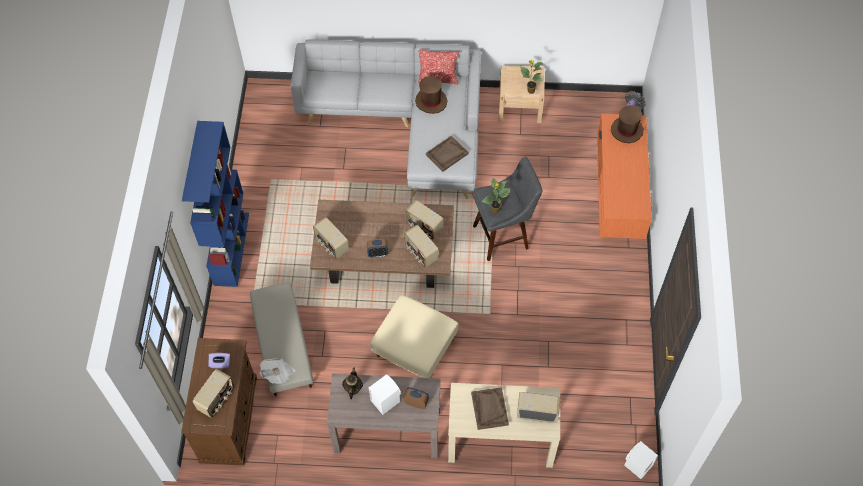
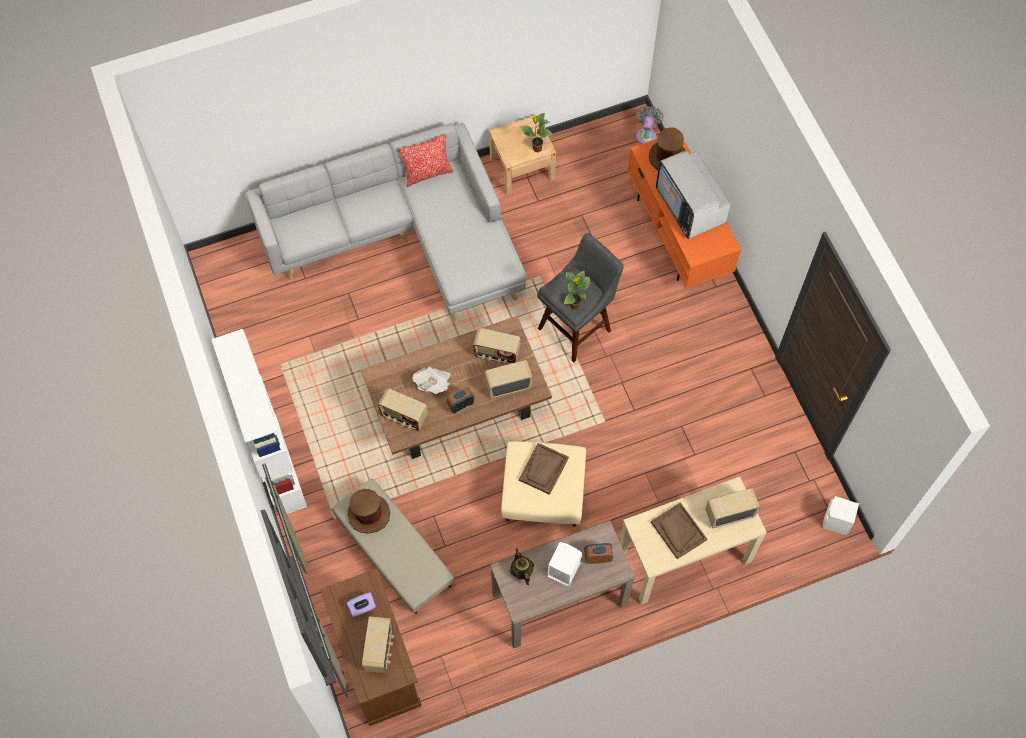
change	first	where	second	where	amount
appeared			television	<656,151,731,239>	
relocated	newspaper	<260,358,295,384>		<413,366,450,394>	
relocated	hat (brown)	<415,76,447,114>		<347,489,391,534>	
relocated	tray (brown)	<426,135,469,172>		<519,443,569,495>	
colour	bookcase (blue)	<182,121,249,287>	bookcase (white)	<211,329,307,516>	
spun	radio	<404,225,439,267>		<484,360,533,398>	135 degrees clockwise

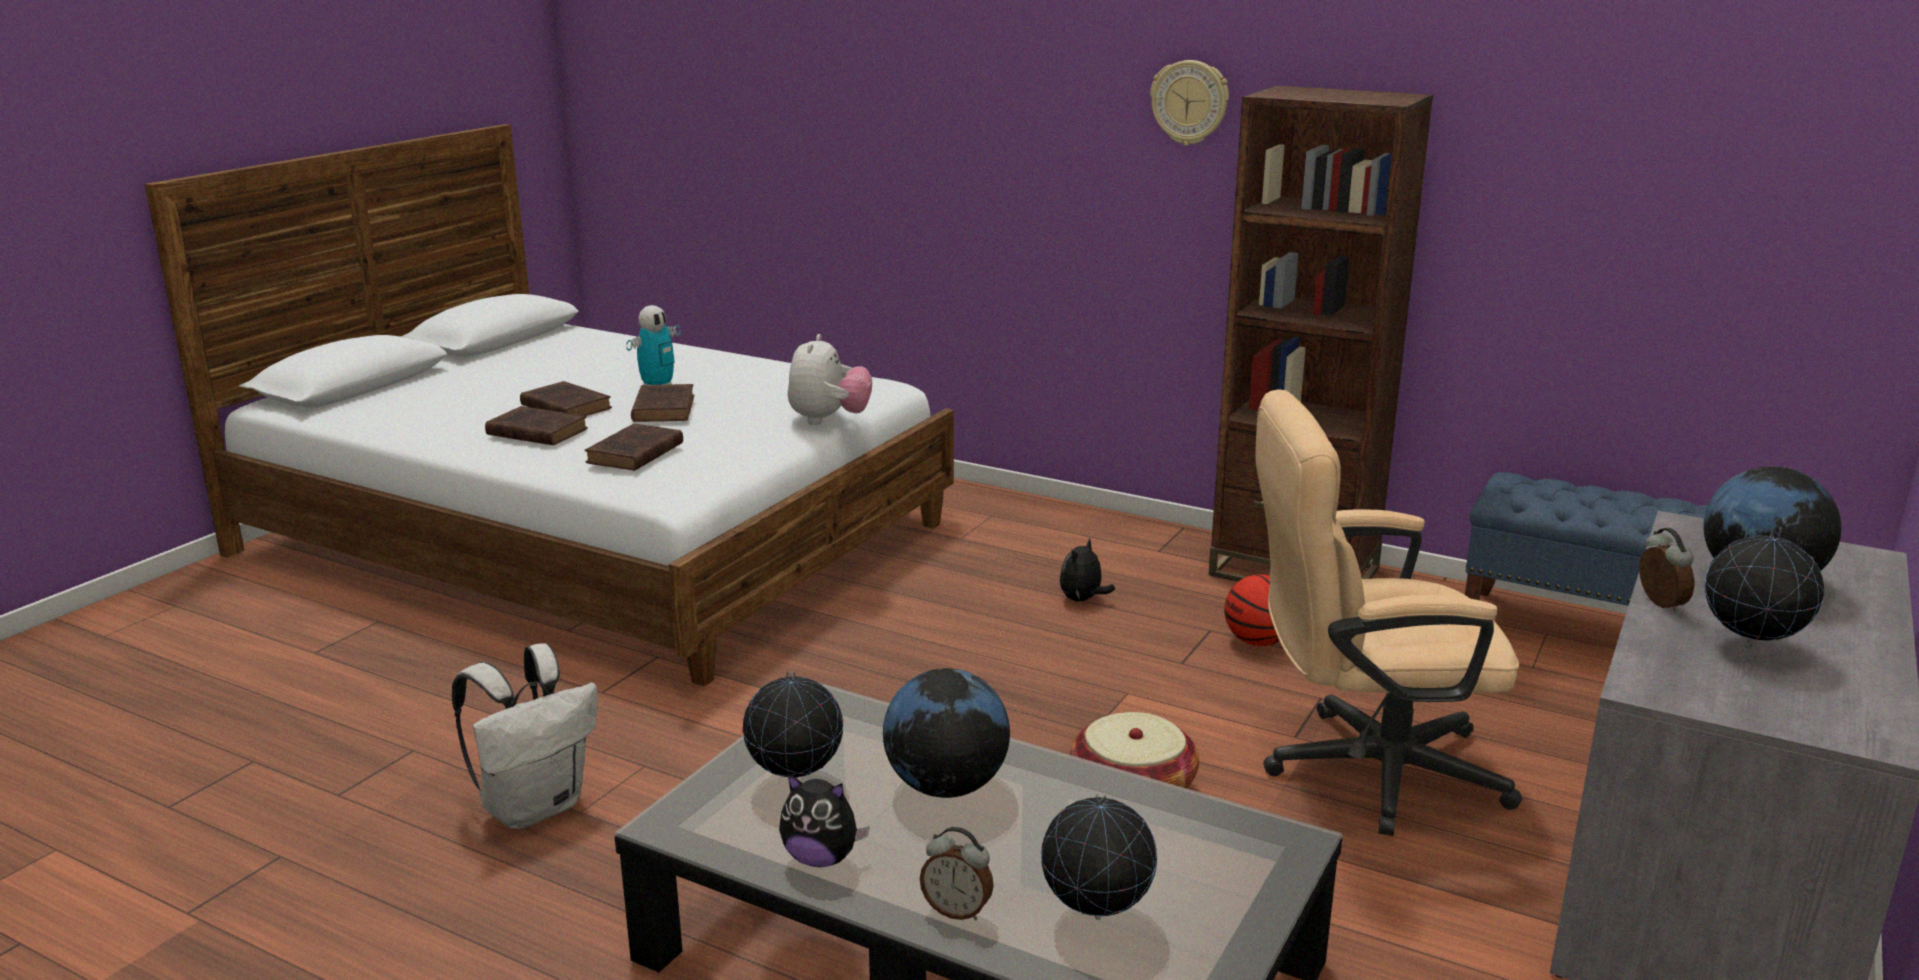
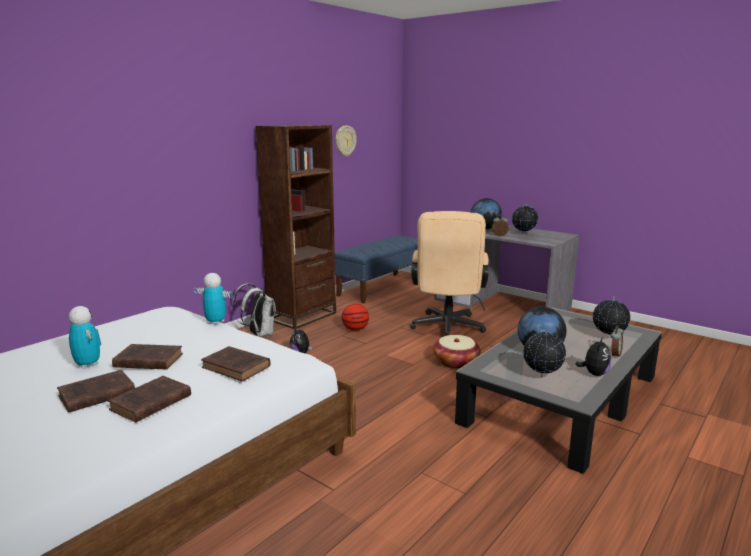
change	first	where	second	where	amount
relocated	backpack (white)	<452,643,598,829>		<232,284,276,337>	
relocated	wall clock	<1150,60,1229,145>		<336,125,357,156>	
exchanged	plush toy	<788,334,872,425>	toy robot	<194,273,233,325>	

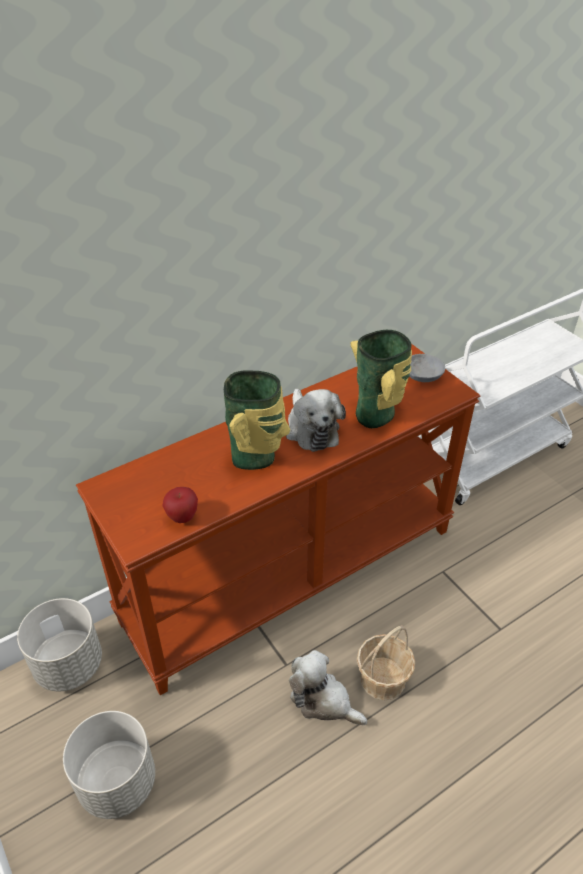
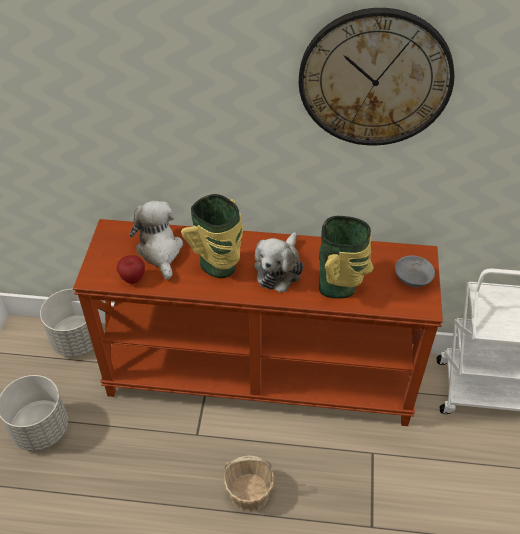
change	first	where	second	where	amount
appeared			wall clock	<299,8,454,146>	
relocated	plush toy	<289,650,367,726>		<129,201,183,280>	

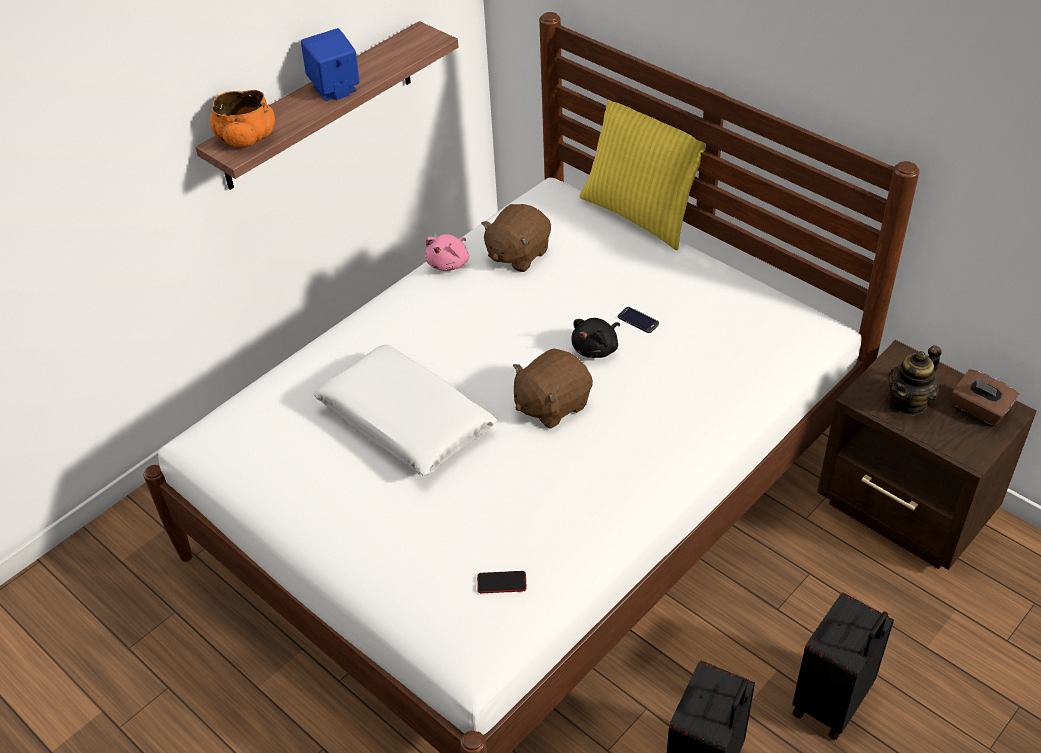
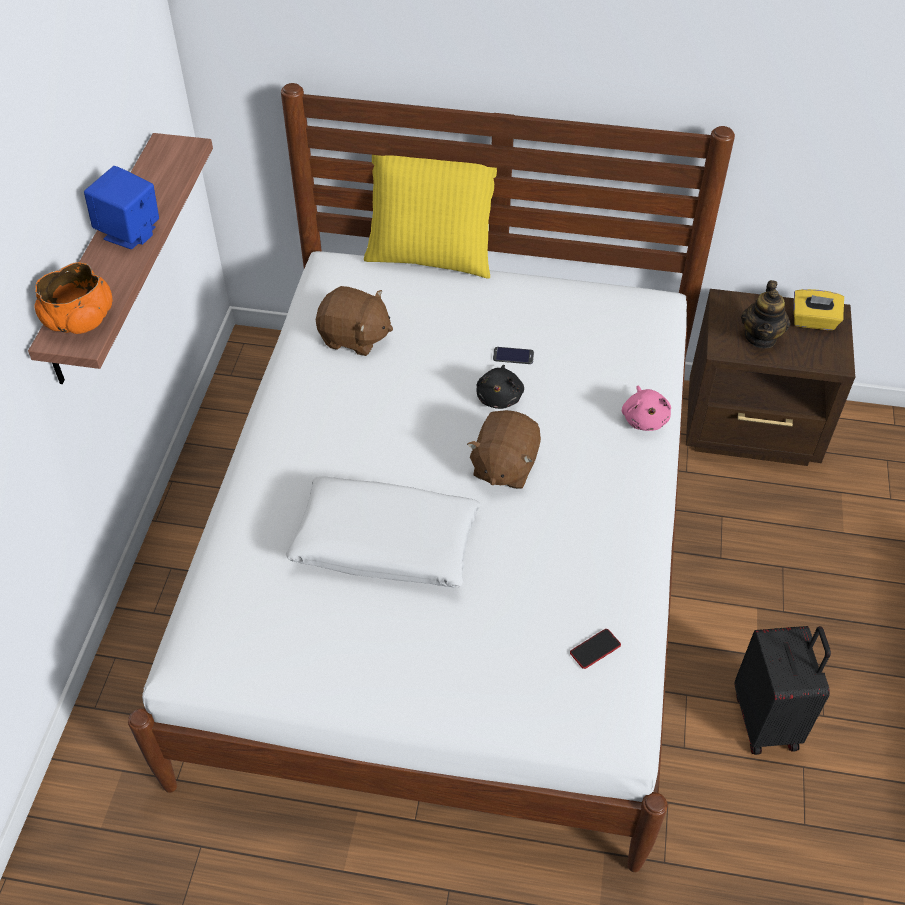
change	first	where	second	where	amount
missing	suitcase (black)	<792,592,894,740>			
relocated	plush toy (pink)	<425,234,469,271>		<622,386,671,431>	
colour	tissue box (brown)	<953,369,1019,426>	tissue box (yellow)	<794,289,844,330>	
spun	plush toy (brown)	<481,204,551,272>		<316,286,393,356>	75 degrees counterclockwise

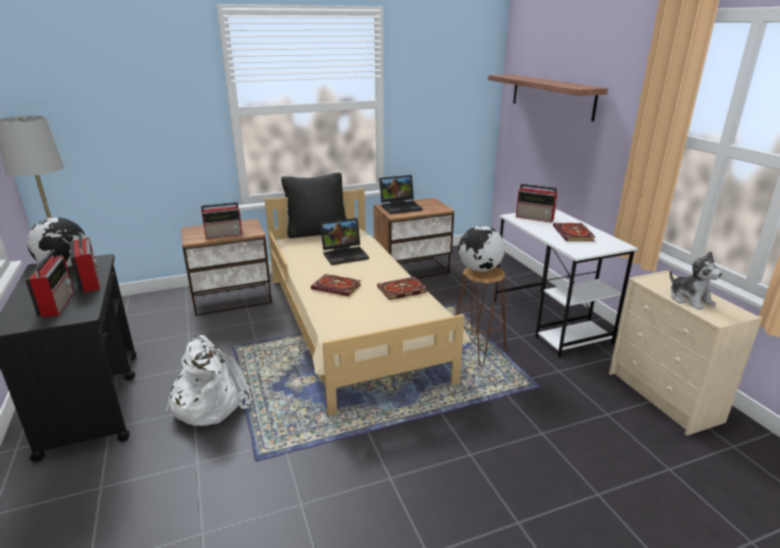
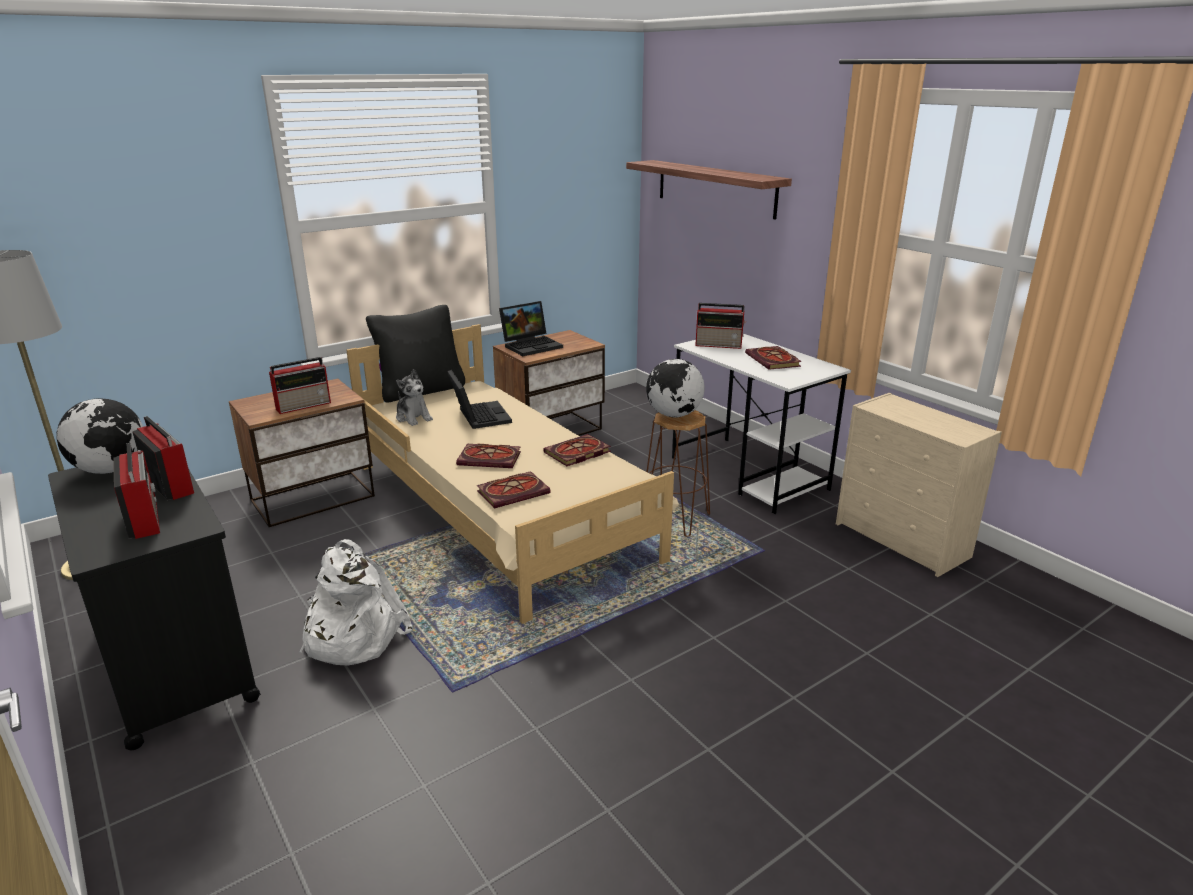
change	first	where	second	where	amount
appeared			book	<477,471,551,509>	
relocated	plush toy	<670,251,722,310>		<396,369,433,426>	
spun	laptop	<320,218,369,265>		<447,370,512,429>	75 degrees counterclockwise

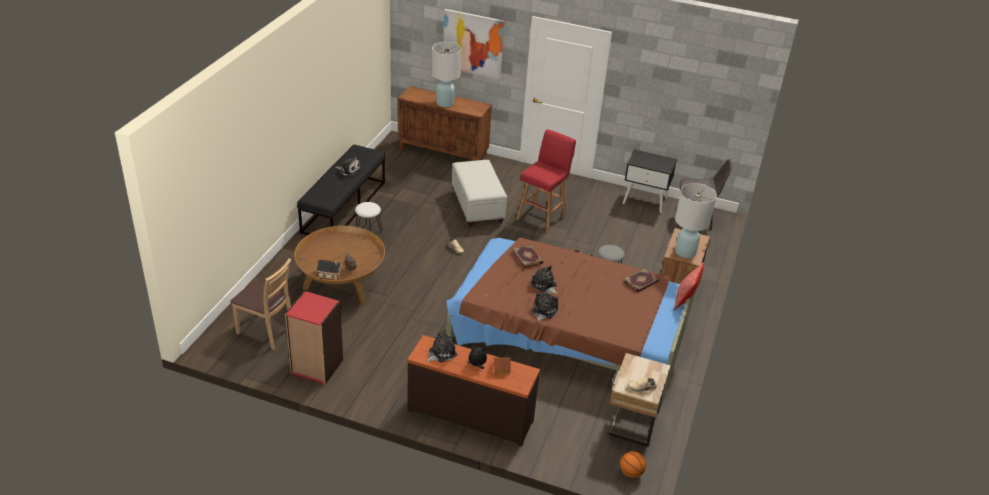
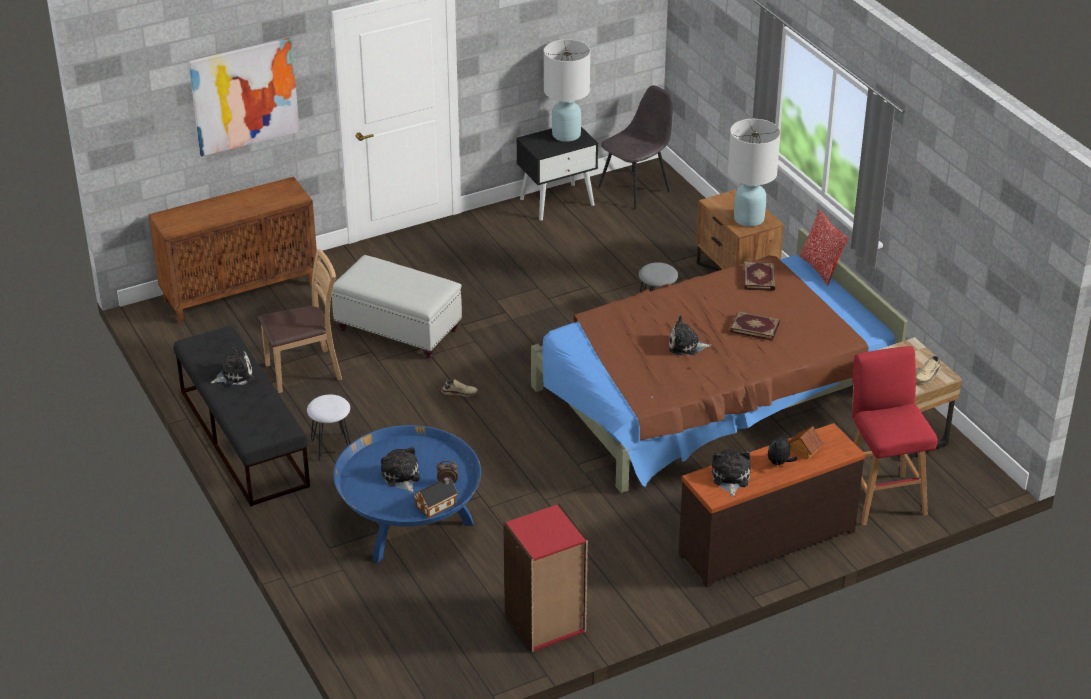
change	first	where	second	where	amount
missing	basketball	<620,451,646,478>			
relocated	chair (brown)	<230,259,291,350>		<258,249,342,393>	
relocated	table lamp (white)	<431,42,462,107>		<544,39,590,142>	
relocated	book	<512,245,543,268>		<730,311,780,341>	
relocated	stool (red)	<516,129,576,233>		<852,346,937,526>	
relocated	plush toy	<532,293,558,322>		<381,447,420,493>	
colour	coffee table (brown)	<294,226,385,305>	coffee table (blue)	<333,425,481,563>	

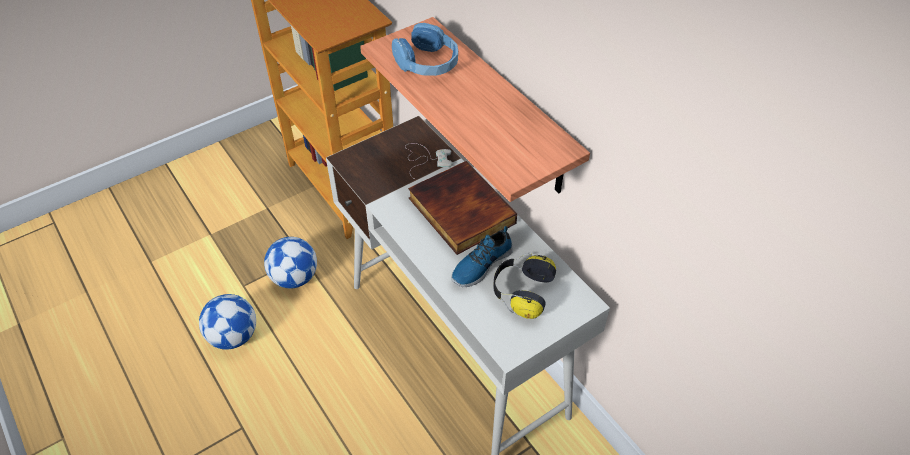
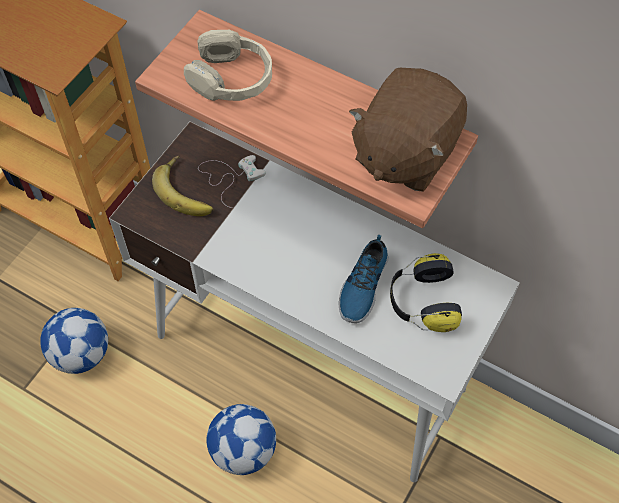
change	first	where	second	where	amount
missing	book	<408,161,517,255>			
appeared			banana	<152,155,214,216>	
appeared			plush toy (brown)	<349,68,467,192>	
relocated	football	<199,294,256,350>		<206,404,276,475>	
colour	headphones (blue)	<392,23,458,76>	headphones (beige)	<184,30,272,101>	

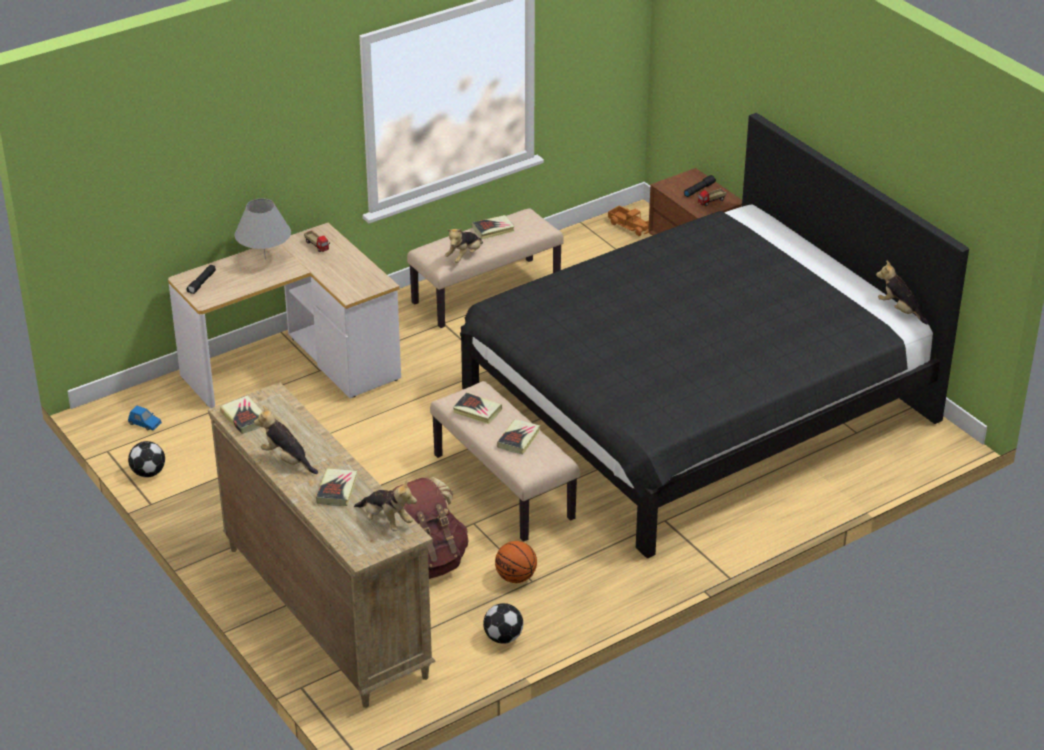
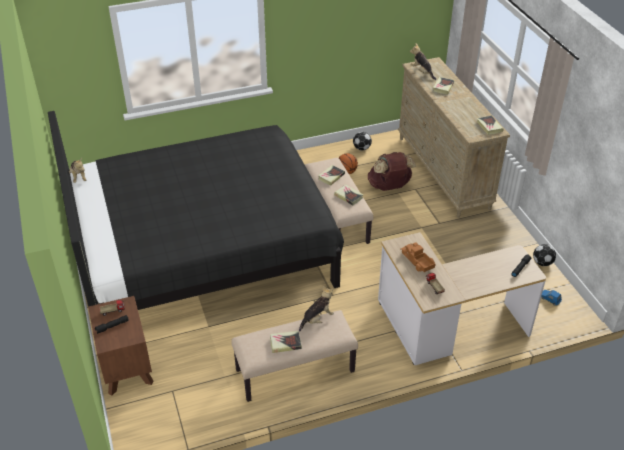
change	first	where	second	where	amount
missing	table lamp (grey)	<235,198,291,260>			
missing	plush toy	<254,405,318,474>			
relocated	toy truck	<608,206,649,236>		<400,242,435,272>	

